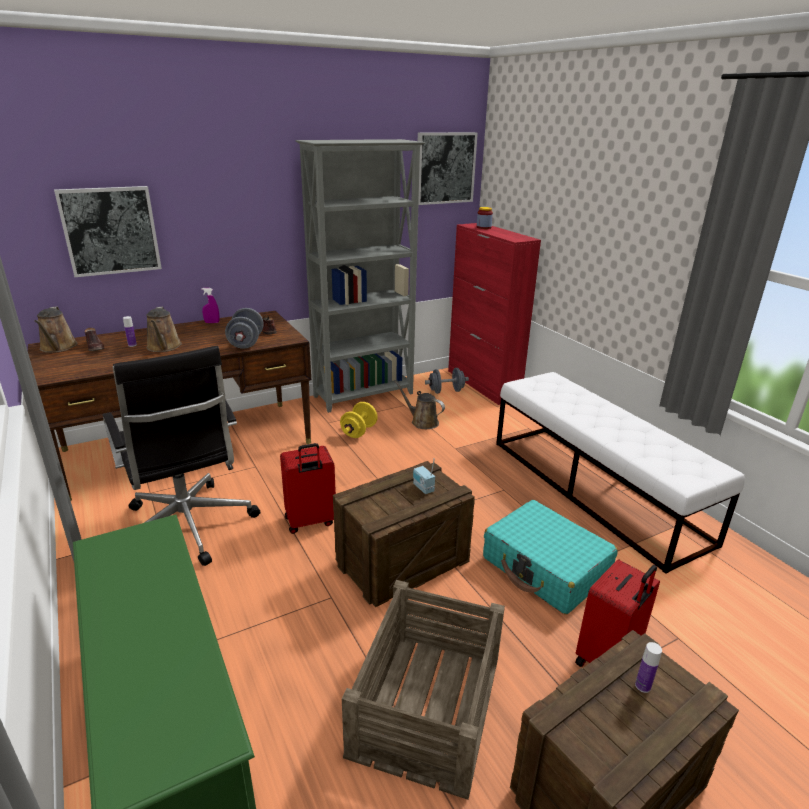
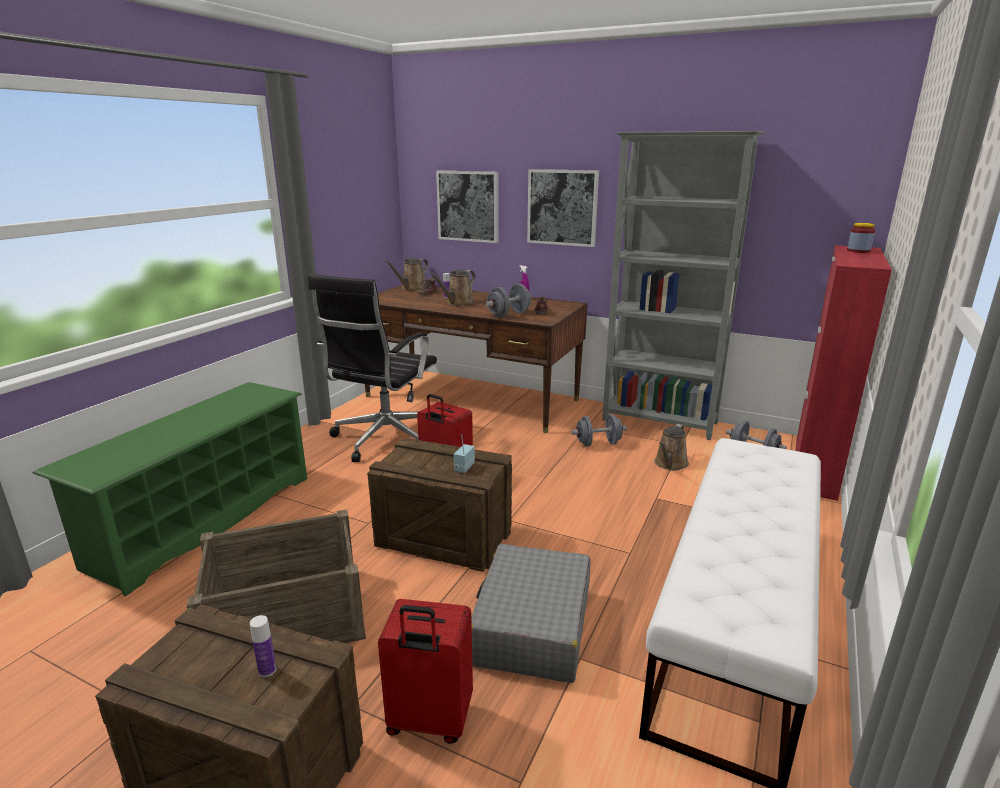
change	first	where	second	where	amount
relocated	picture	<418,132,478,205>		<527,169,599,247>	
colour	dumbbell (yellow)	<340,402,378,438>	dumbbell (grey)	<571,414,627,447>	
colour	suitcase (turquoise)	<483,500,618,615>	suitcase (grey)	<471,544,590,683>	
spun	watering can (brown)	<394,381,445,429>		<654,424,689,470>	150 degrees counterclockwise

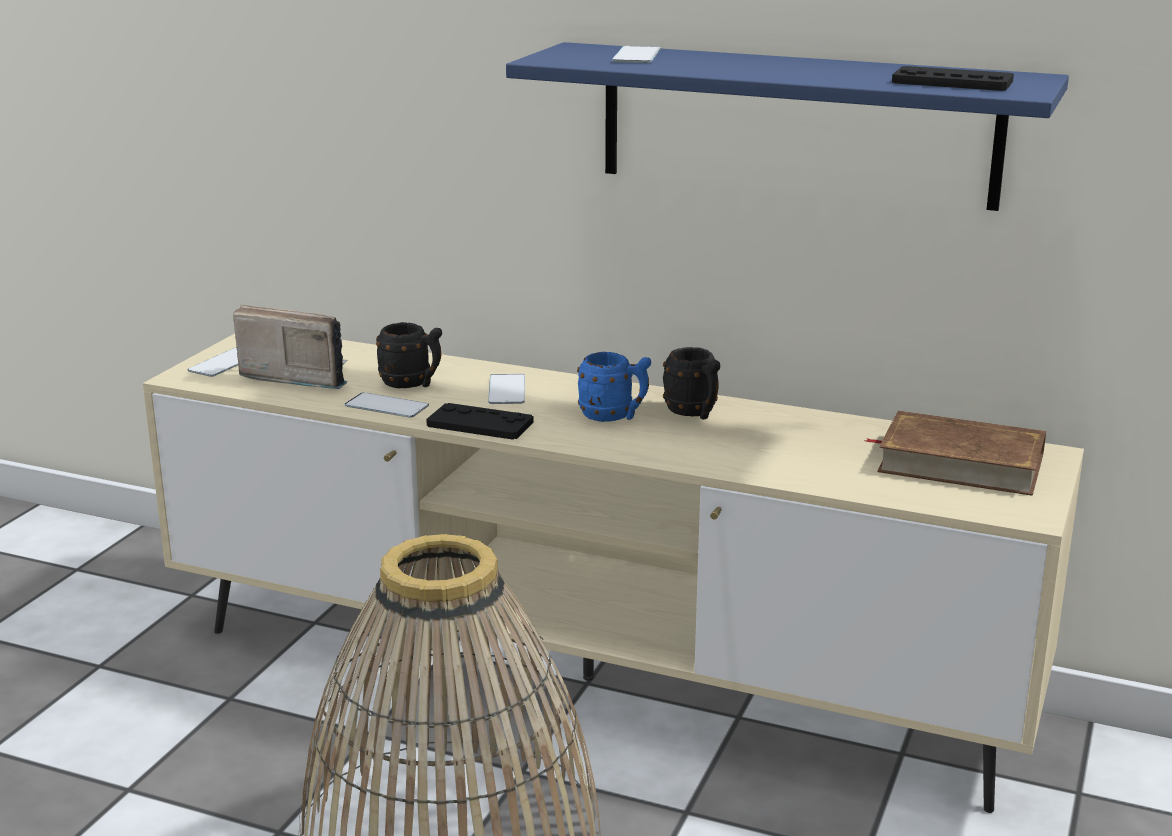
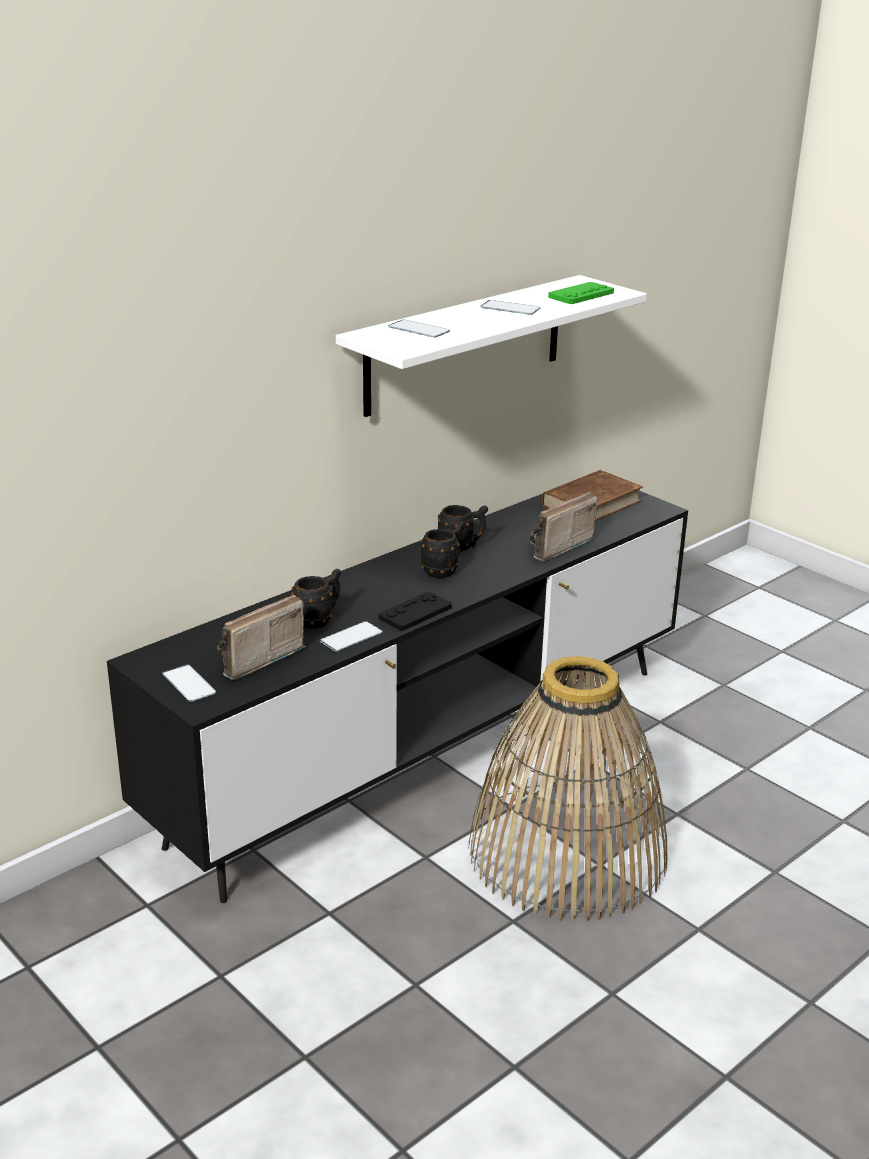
change	first	where	second	where	amount
appeared			radio	<529,492,598,561>	
relocated	phone	<488,374,525,404>		<481,300,540,315>	
colour	tv stand (beige)	<143,334,1084,813>	tv stand (black)	<107,491,688,903>	
colour	shelf (blue)	<506,42,1069,211>	shelf (white)	<336,275,647,417>	
colour	mug (blue)	<577,352,651,422>	mug (black)	<421,522,465,578>	
colour	game controller (black)	<892,66,1014,91>	game controller (green)	<548,282,614,304>	

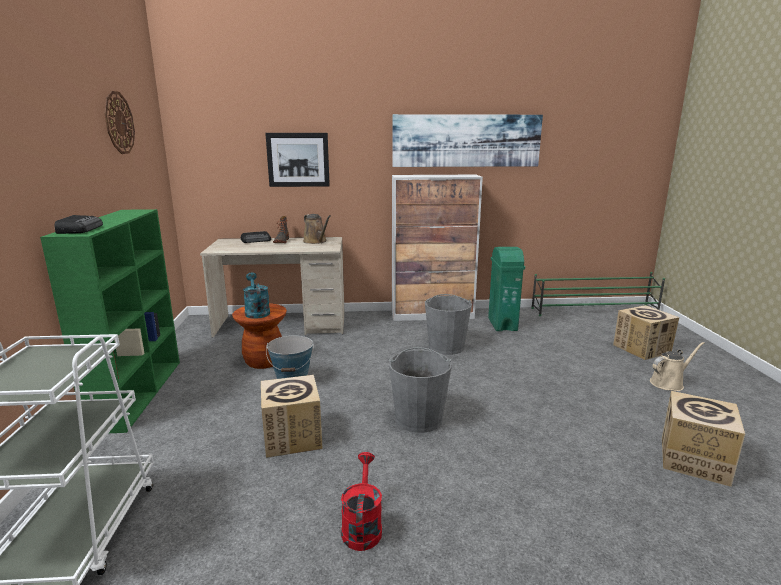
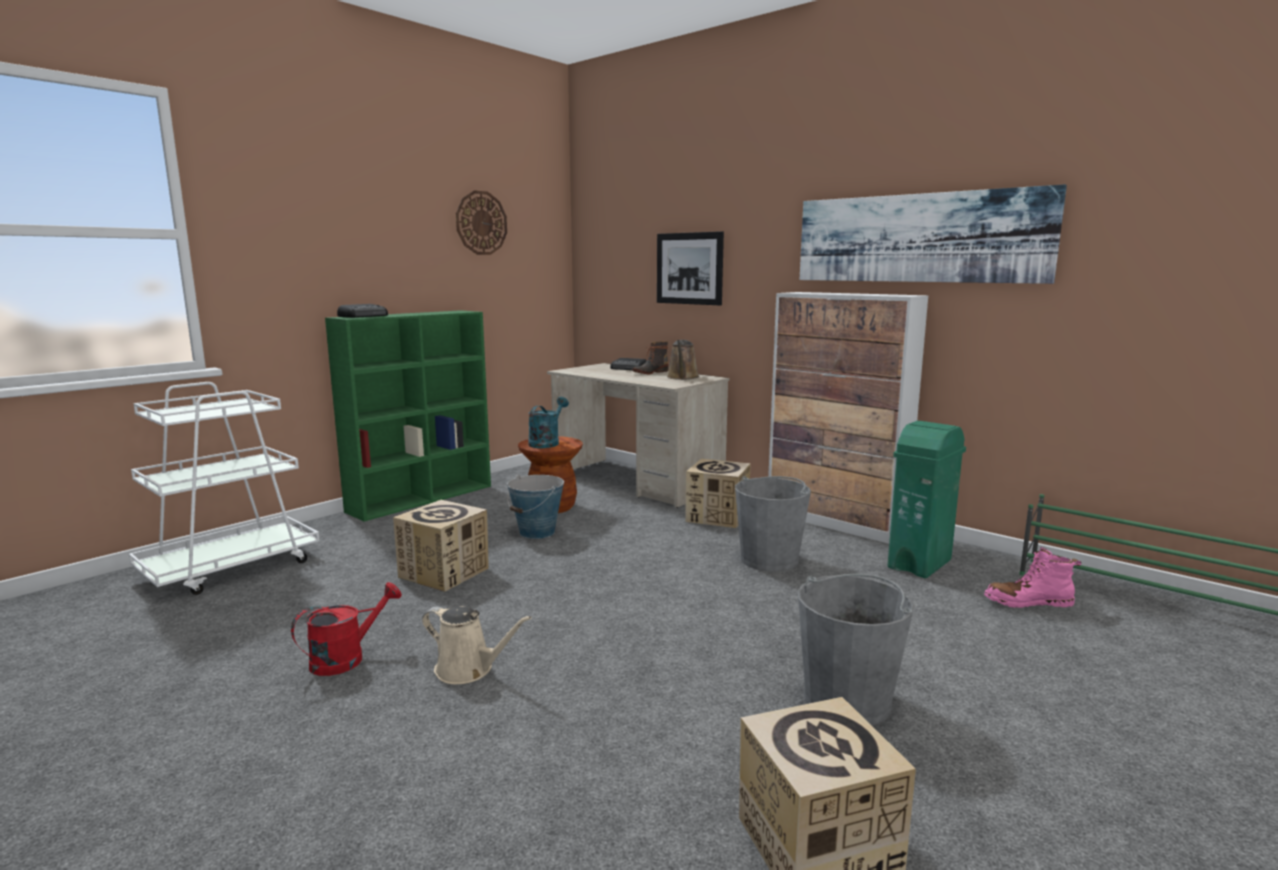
change	first	where	second	where	amount
appeared			boot (pink)	<984,547,1082,608>	
relocated	bucket (grey)	<389,347,452,433>		<798,574,914,725>	
relocated	cardboard box	<613,305,679,360>		<685,459,751,528>	
relocated	watering can (beige)	<650,342,705,391>		<422,606,532,684>	

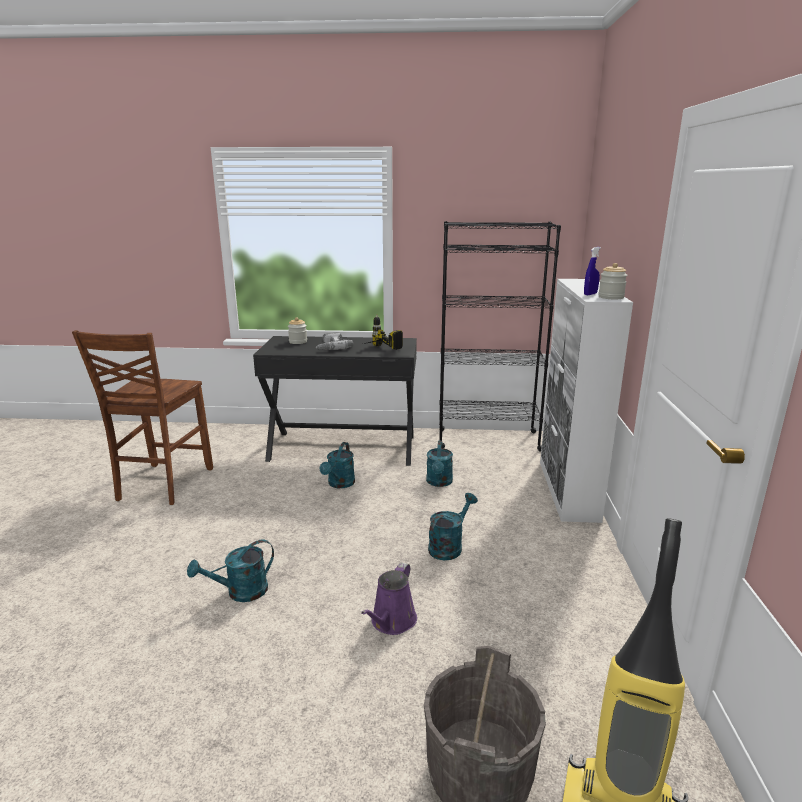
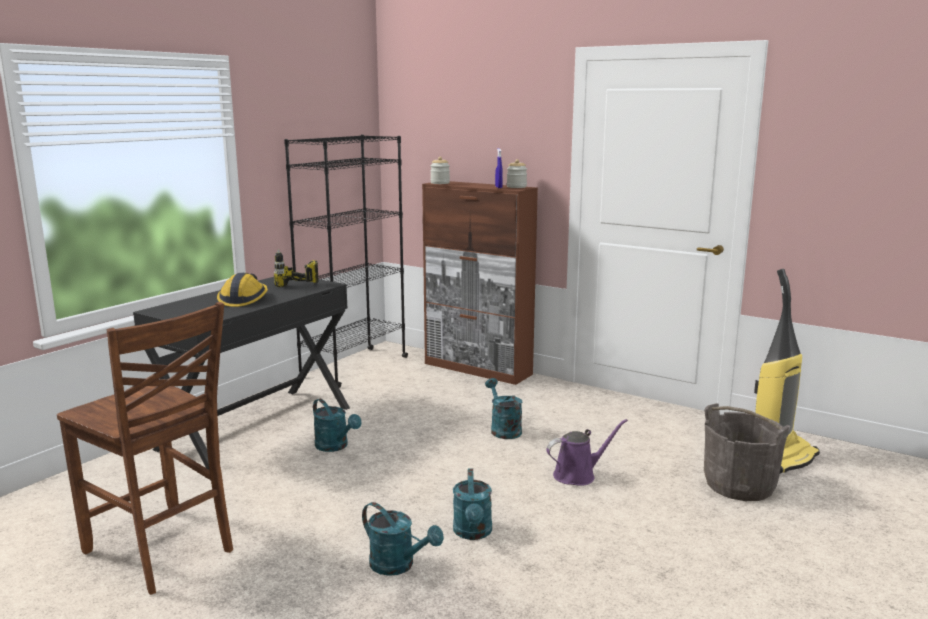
change	first	where	second	where	amount
relocated	jar	<288,317,307,344>		<430,157,450,184>	
relocated	watering can (turquoise)	<426,441,453,487>		<362,502,444,576>	
exchanged	power drill	<316,332,353,350>	hard hat	<217,273,268,307>	
colour	cabinet (white)	<540,279,633,523>	cabinet (brown)	<422,181,538,385>	
spun	watering can (purple)	<361,563,417,635>		<546,419,628,486>	75 degrees counterclockwise

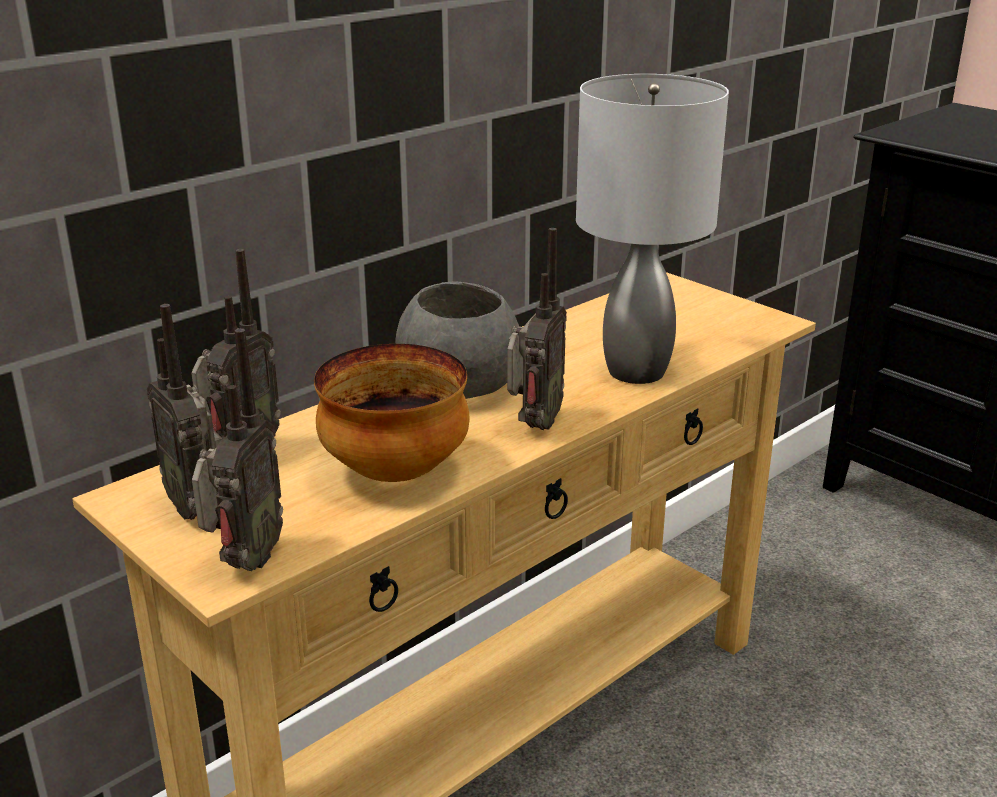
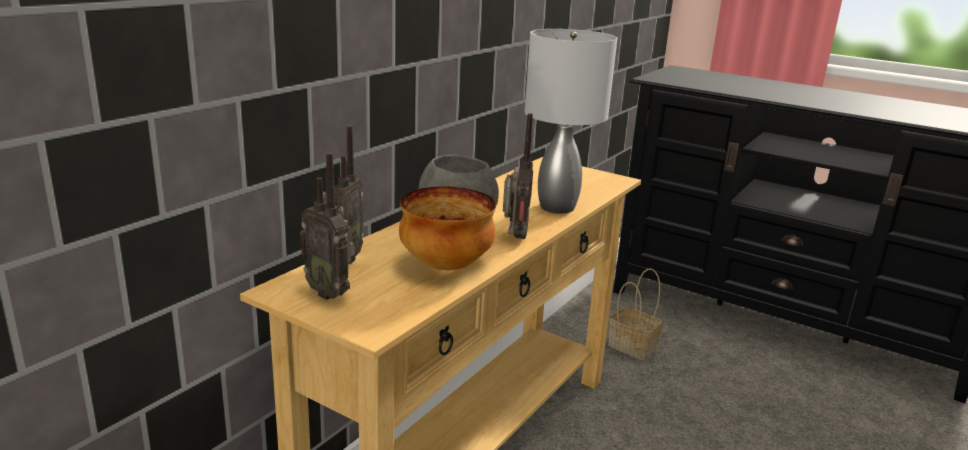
change	first	where	second	where	amount
missing	radio	<192,328,283,571>			
appeared			basket	<608,268,663,360>	

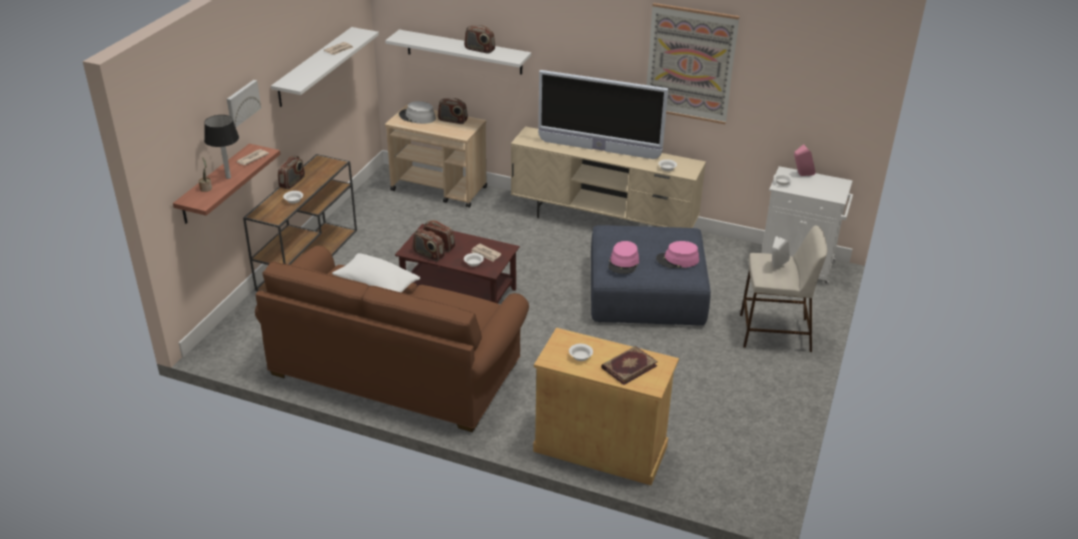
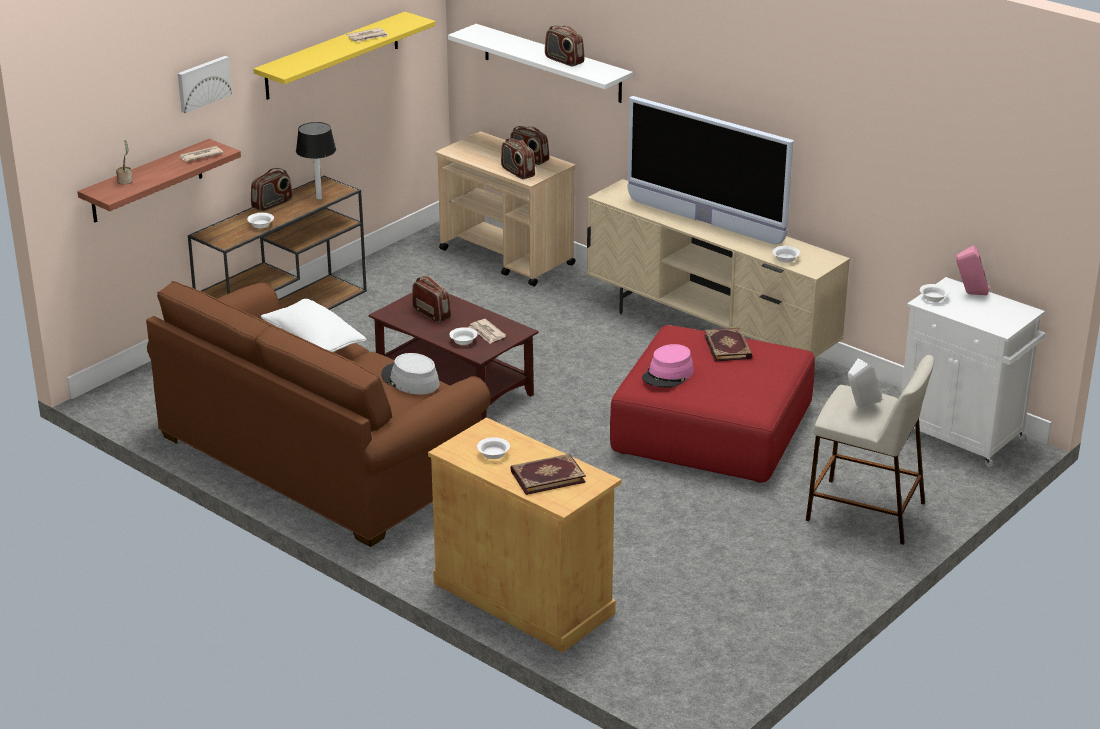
change	first	where	second	where	amount
missing	picture	<646,3,740,124>			
missing	hat (pink)	<656,241,699,268>			
appeared			book	<704,328,752,362>	
relocated	table lamp	<204,115,239,179>		<296,122,336,200>	
relocated	hat (grey)	<399,101,436,124>		<381,353,440,394>	
relocated	radio	<413,229,445,261>		<501,138,535,179>	
colour	shelf (white)	<271,27,379,107>	shelf (yellow)	<253,12,436,100>	
colour	ottoman (blue)	<591,225,711,326>	ottoman (red)	<610,325,815,483>	

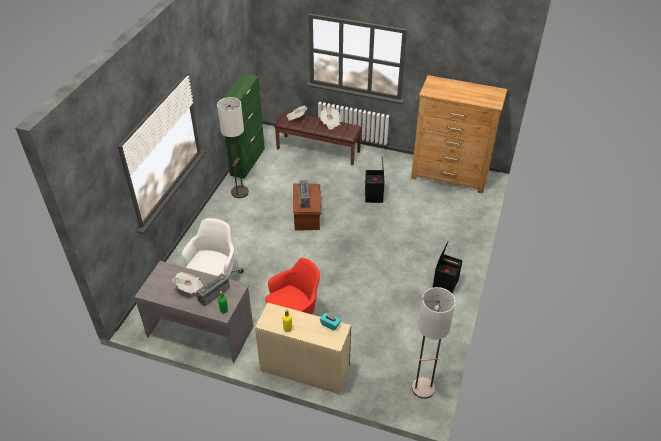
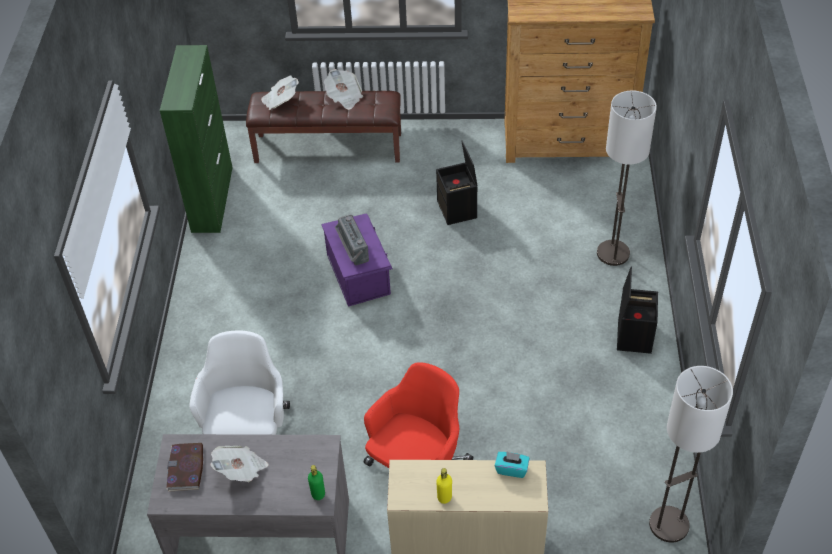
change	first	where	second	where	amount
missing	radio	<195,273,230,306>			
appeared			book	<166,443,203,492>	
relocated	floor lamp	<217,97,249,198>		<597,90,657,266>	
colour	storage box (brown)	<293,183,322,231>	storage box (purple)	<321,213,392,307>	

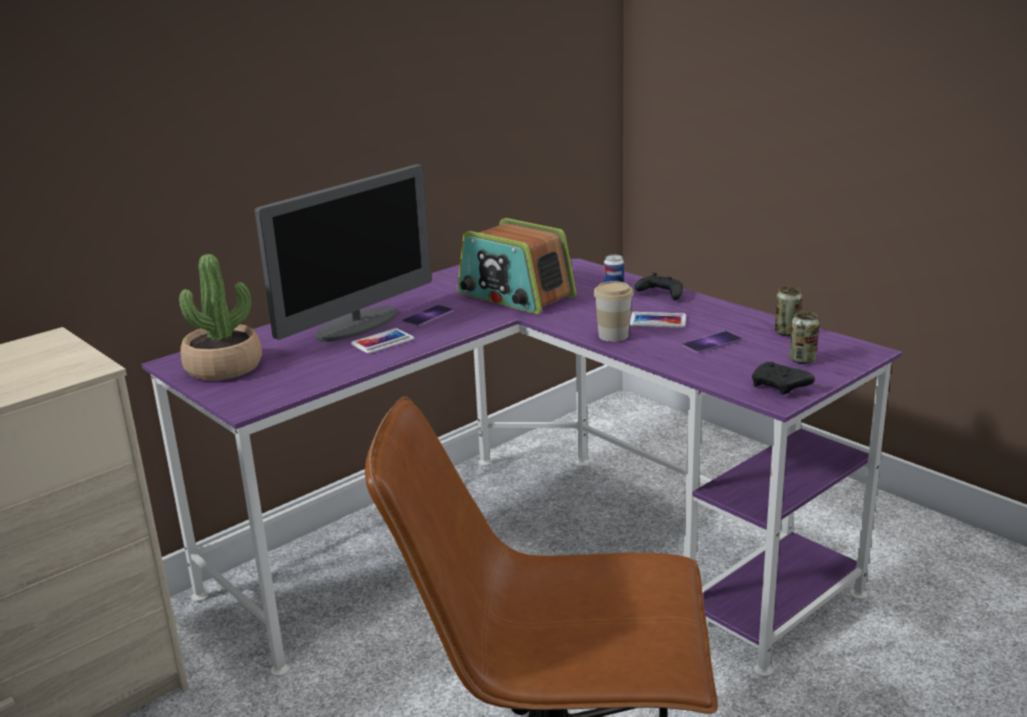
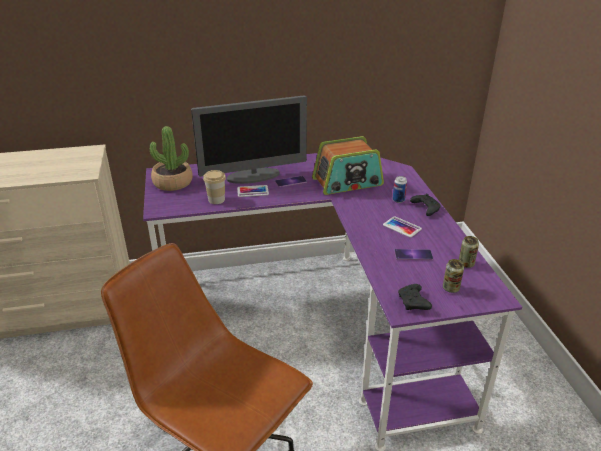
change	first	where	second	where	amount
relocated	cup	<593,281,634,342>		<203,170,226,204>	
spun	radio	<457,218,576,314>		<312,136,384,195>	90 degrees counterclockwise

